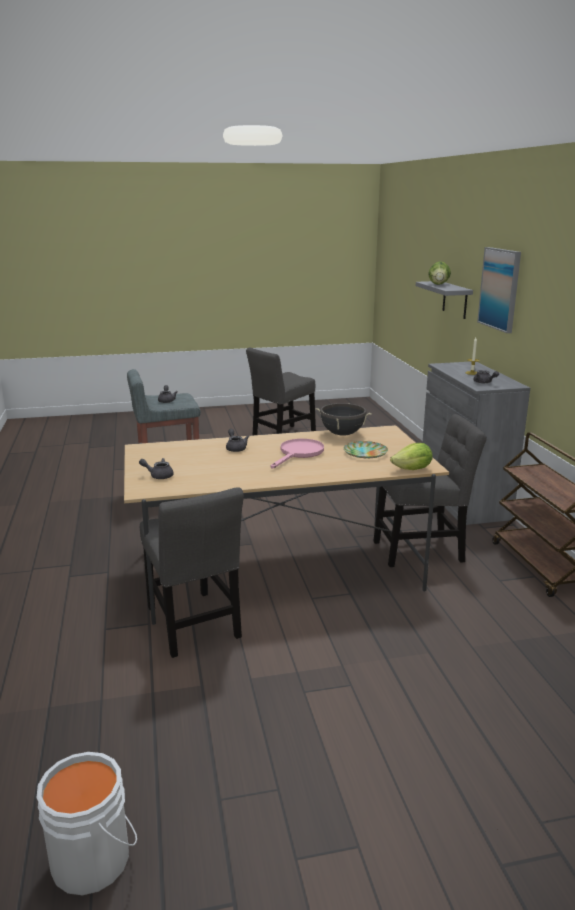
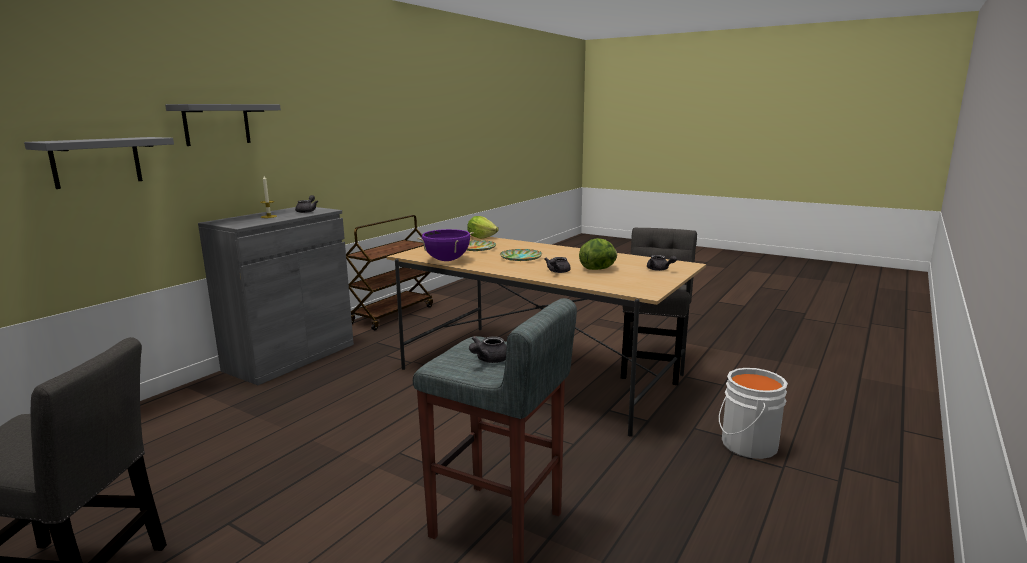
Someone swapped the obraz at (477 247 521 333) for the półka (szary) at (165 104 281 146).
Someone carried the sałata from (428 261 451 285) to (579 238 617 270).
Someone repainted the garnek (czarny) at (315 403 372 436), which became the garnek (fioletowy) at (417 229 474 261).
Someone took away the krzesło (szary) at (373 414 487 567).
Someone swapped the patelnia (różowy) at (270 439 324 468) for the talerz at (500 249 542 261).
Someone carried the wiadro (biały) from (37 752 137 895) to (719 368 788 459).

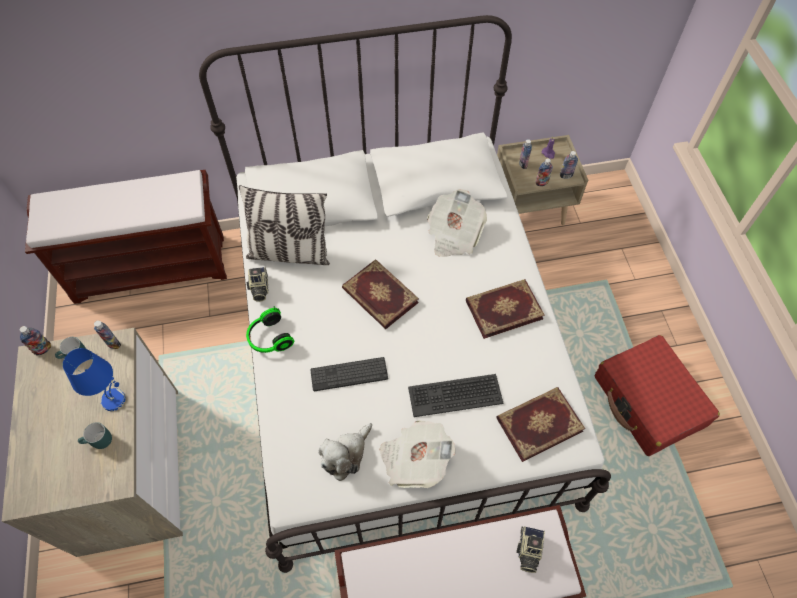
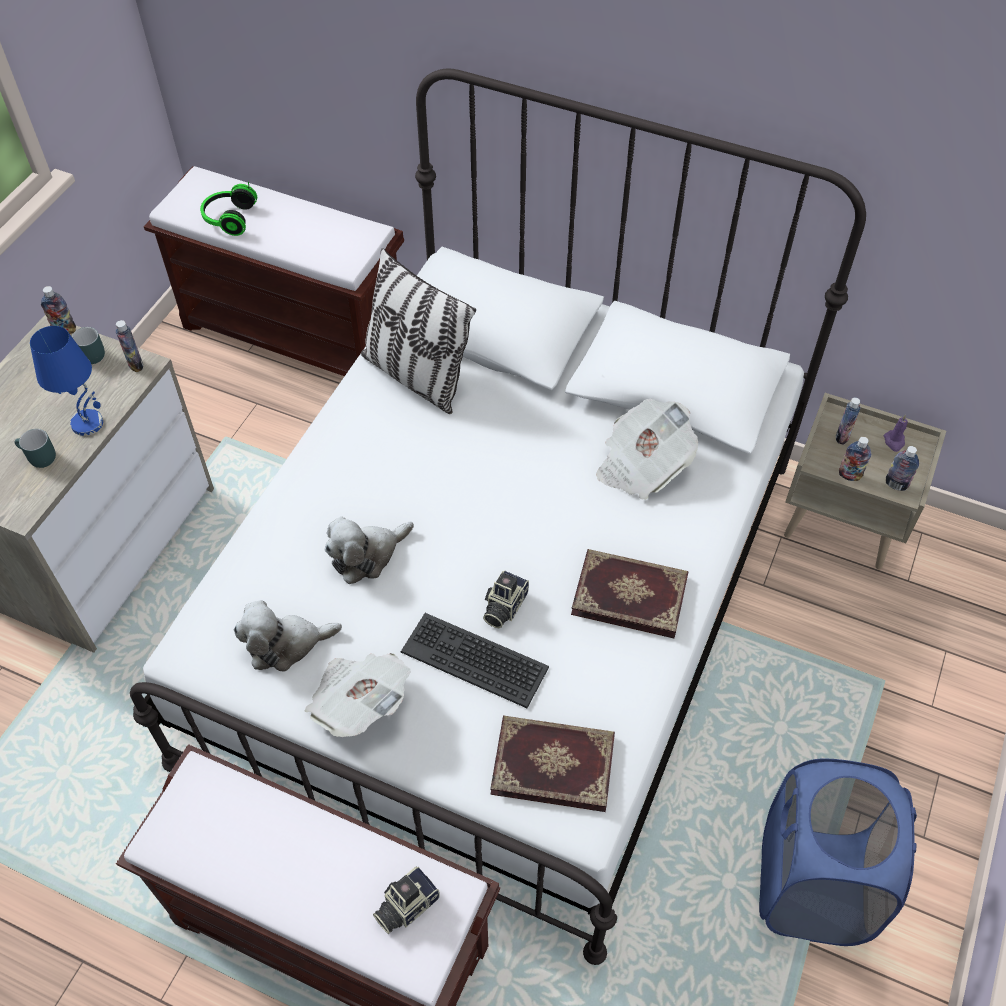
Someone took away the książka at (342 259 419 329).
Someone carried the aparat fotograficzny from (247 267 269 302) to (483 571 529 628).
Someone carried the słuchawki from (246 306 294 353) to (200 182 257 236).
Someone swapped the walizka (czerwony) at (595 335 720 456) for the kosz na pranie (niebieski) at (759 759 917 946).
Someone swapped the klawiatura at (310 357 388 391) for the pluszak at (325 517 414 584).

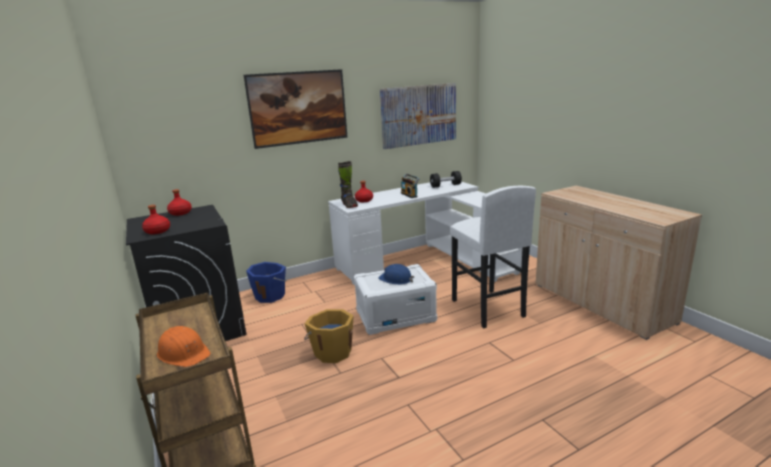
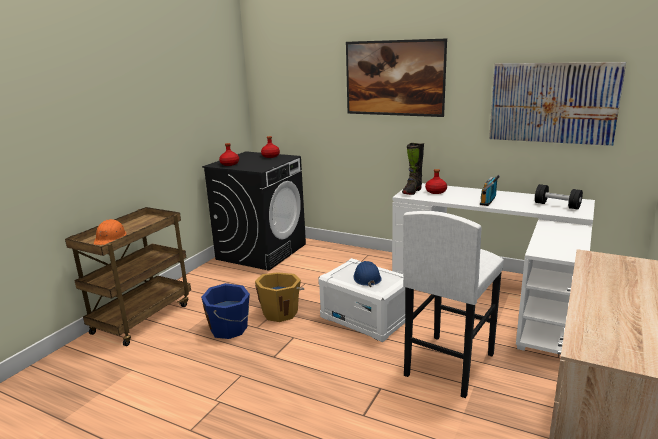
Someone carried the wiadro (niebieski) from (246 262 286 303) to (201 283 250 339).

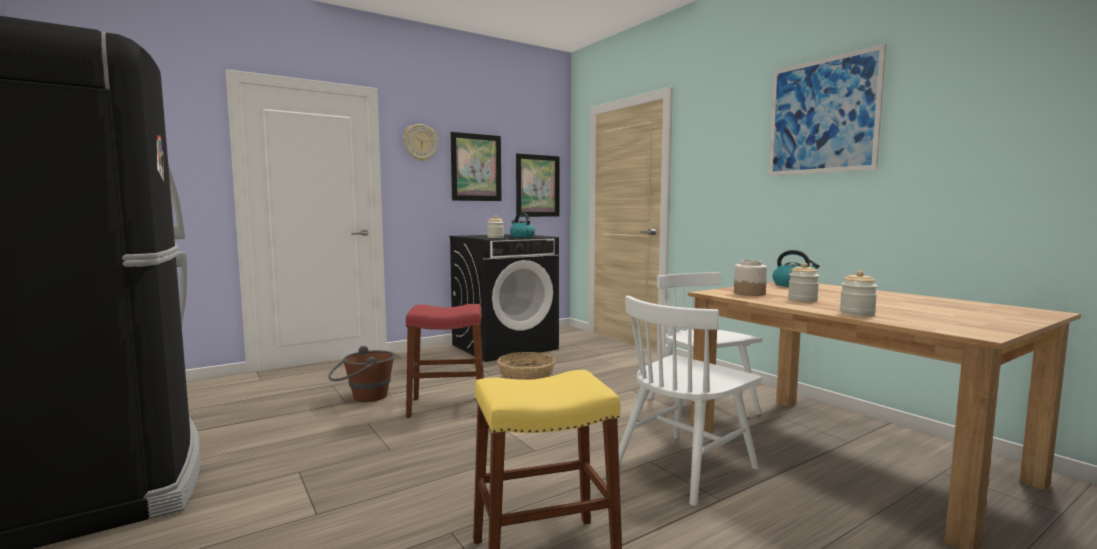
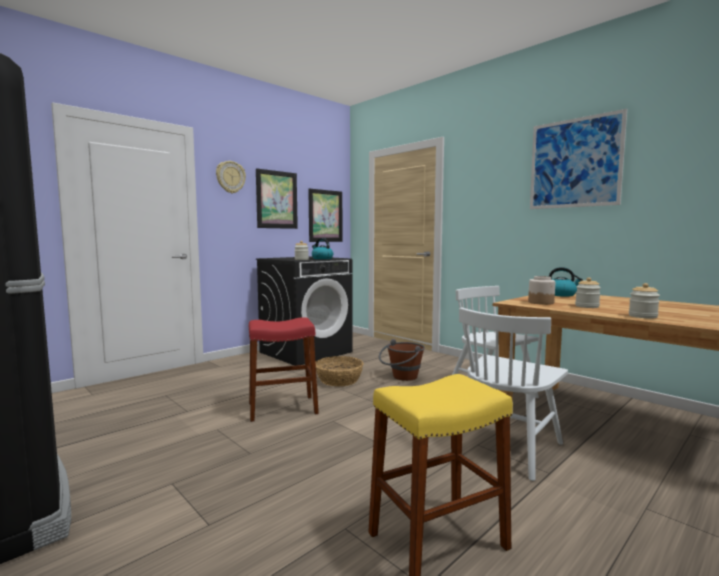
Someone carried the wiadro (brązowy) from (328 346 395 402) to (379 339 425 381).

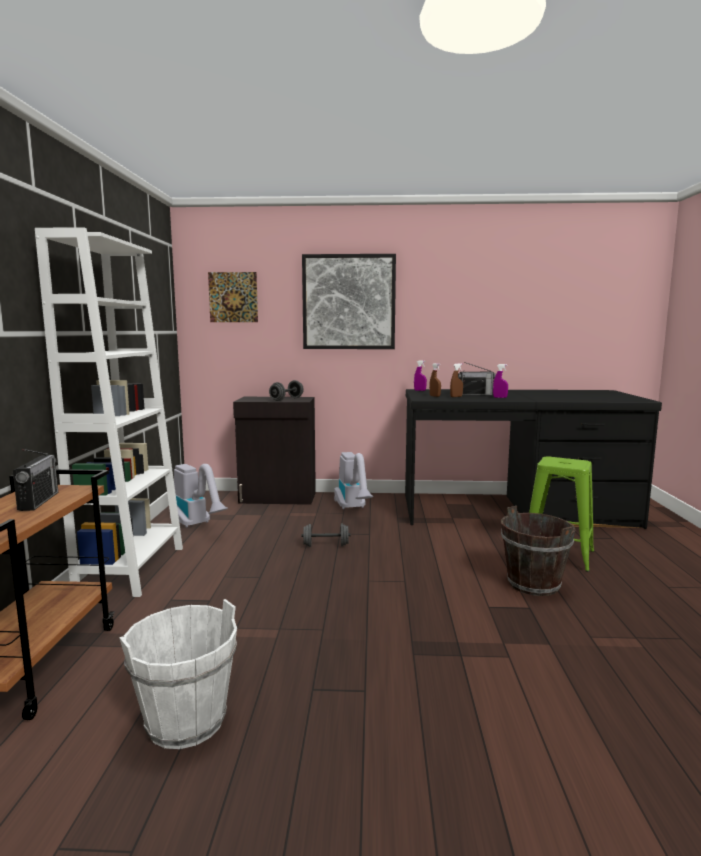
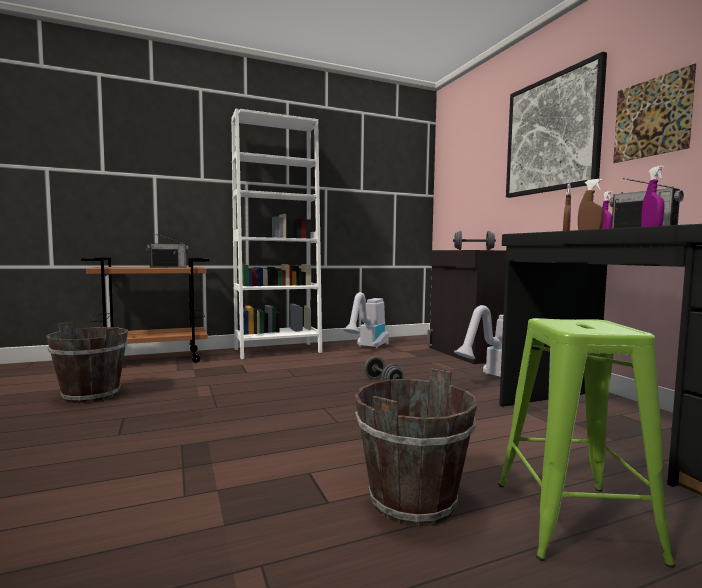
Someone carried the obraz from (208 272 258 322) to (613 63 696 163).
Someone repainted the wiadro (biały) at (119 599 237 749), which became the wiadro (brązowy) at (46 322 128 403).

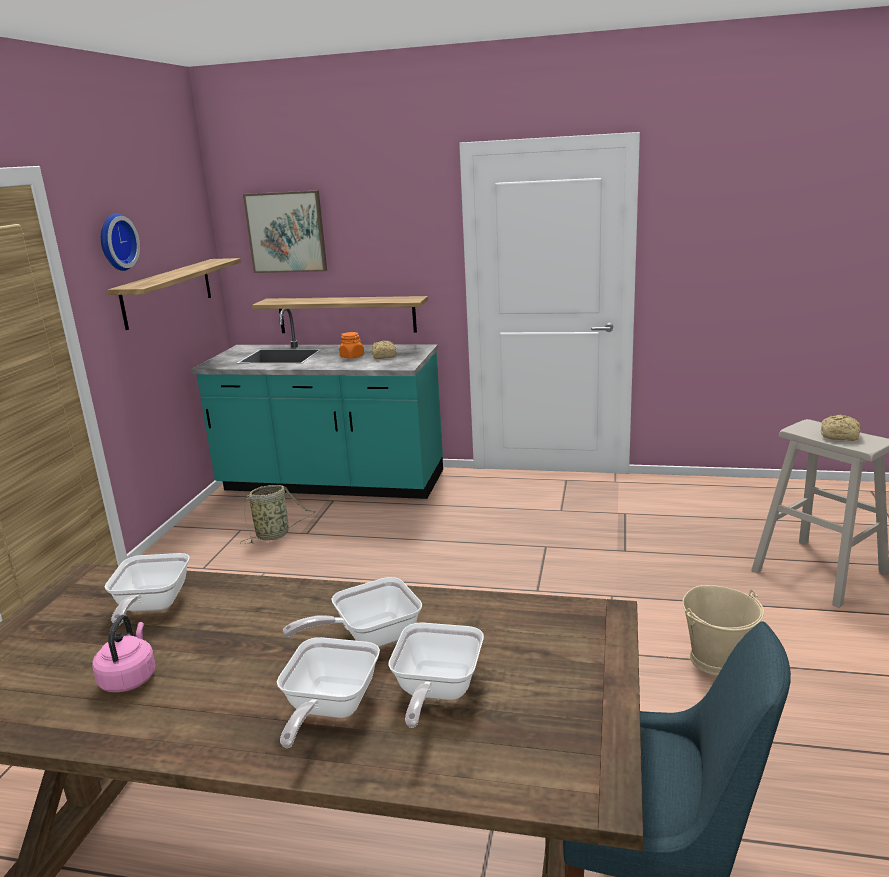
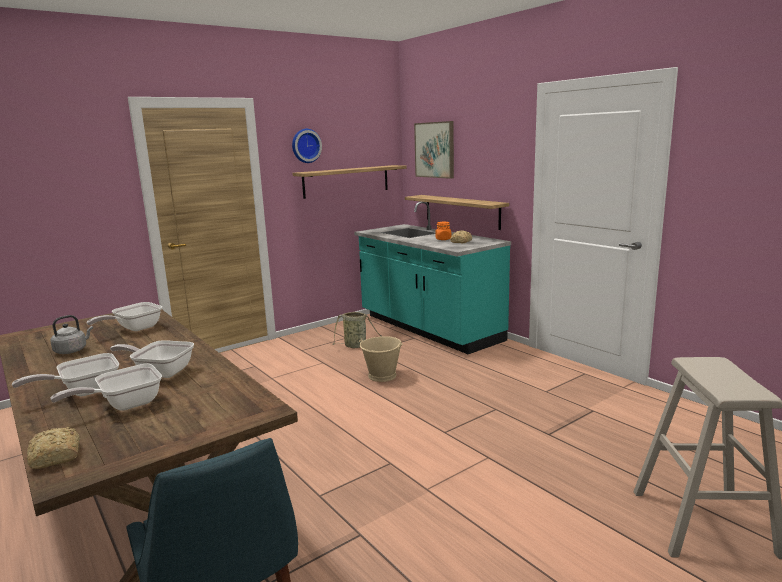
Someone carried the chleb from (821 414 861 441) to (27 427 80 469).
Someone carried the wiadro (beżowy) from (682 585 764 676) to (359 336 403 382).
Someone repainted the czajnik (różowy) at (92 615 156 693), which became the czajnik (szary) at (50 315 93 354).

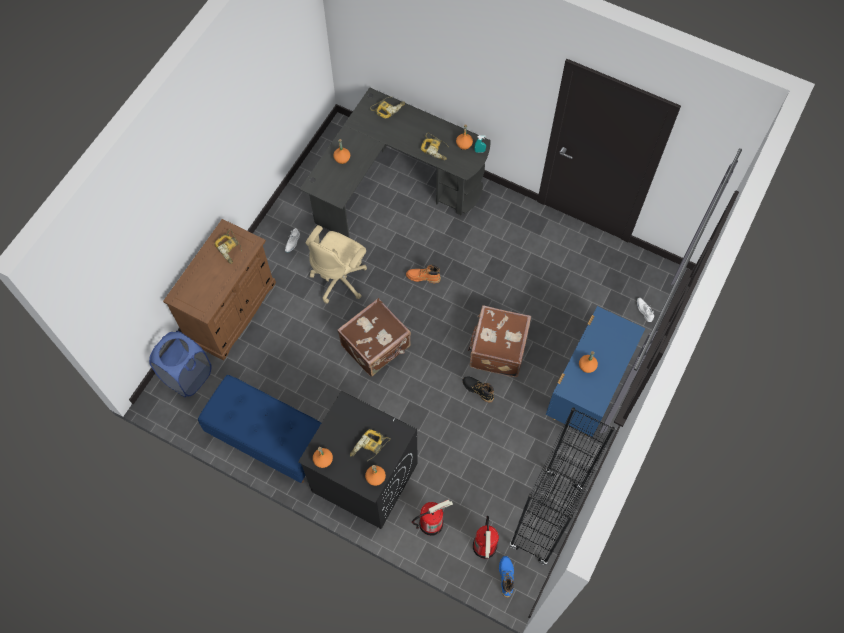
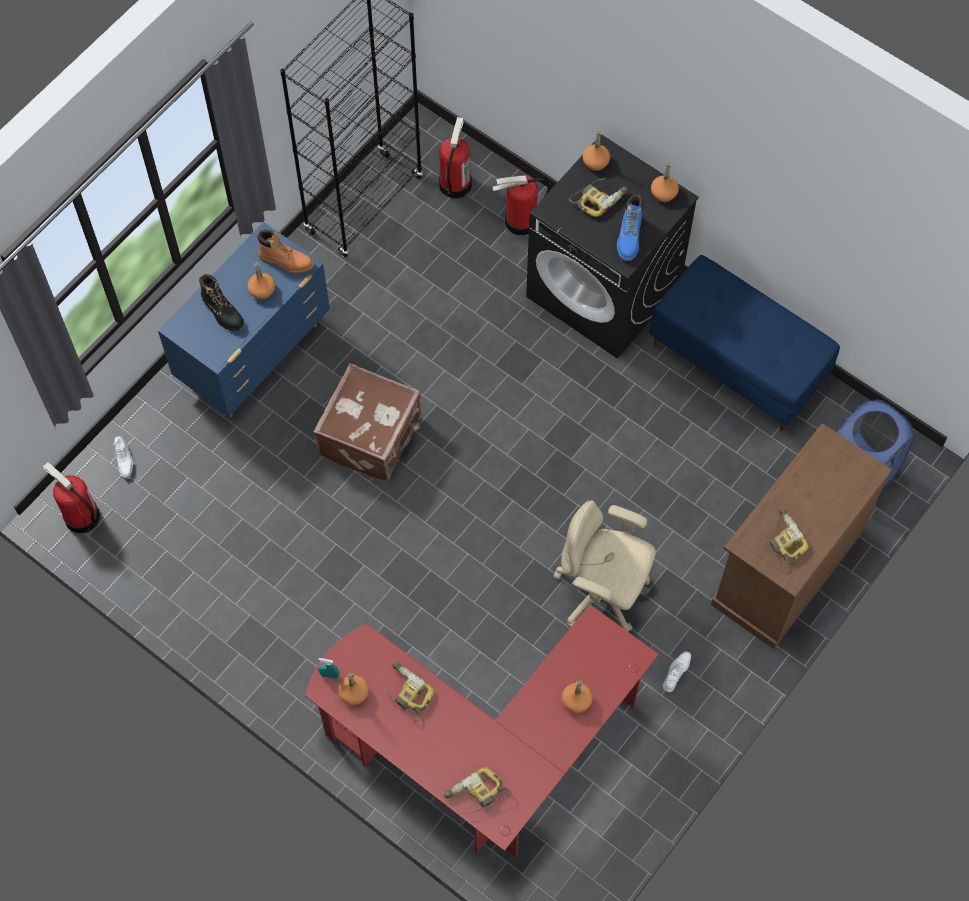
Someone repainted the biurko (czarny) at (300 87 490 238), which became the biurko (czerwony) at (305 604 659 857).
Someone rotated the krzesło biurowe (beżowy) at (306 225 367 304) by 105 degrees counterclockwise.
Someone carried the but z cholewką (pomarańczowy) from (406 265 441 283) to (257 230 314 274).
Someone took away the walizka (brązowy) at (337 298 411 377).
Someone carried the but z cholewką (czarny) from (462 376 494 403) to (199 274 244 331).
Someone carried the but z cholewką (niebieski) from (499 556 514 598) to (617 195 643 261).
Someone put down the gaśnica at (43 462 100 533).

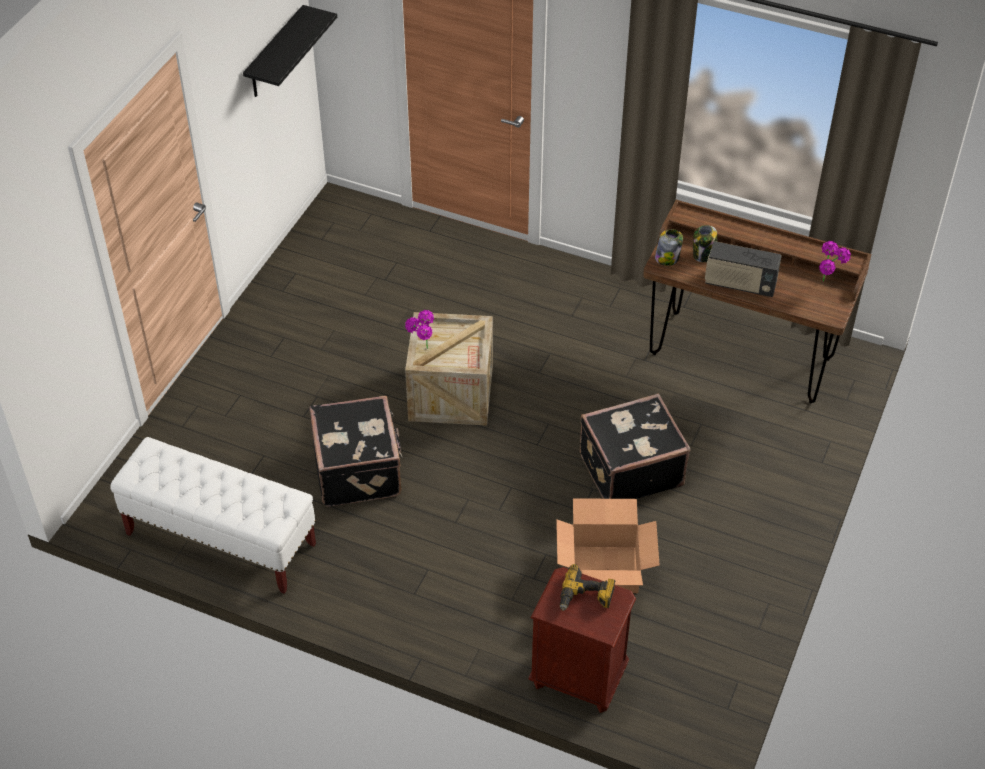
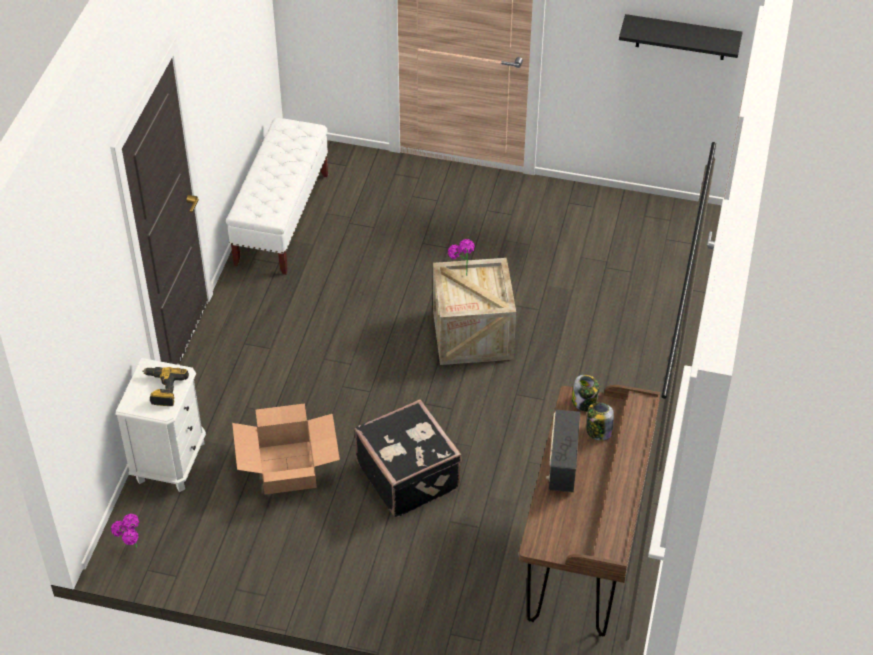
Someone carried the roślina doniczkowa from (819 241 851 281) to (111 514 139 548).
Someone took away the walizka (czarny) at (309 396 402 507).
Someone repainted the szafka nocna (brązowy) at (529 567 636 713), which became the szafka nocna (biały) at (115 358 206 492).

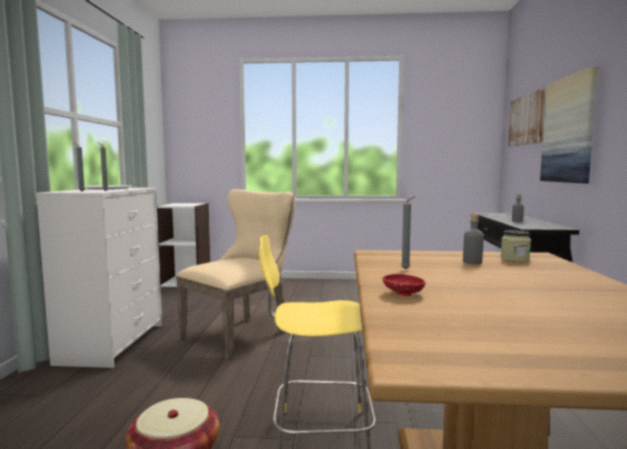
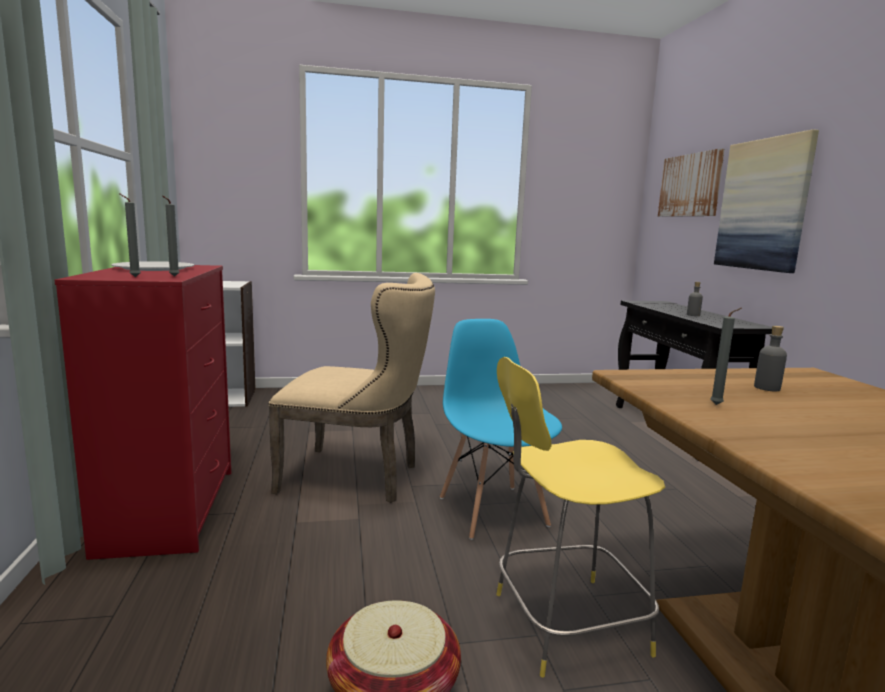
Someone repainted the komoda (biały) at (35 188 162 368), which became the komoda (czerwony) at (55 265 231 560).
Someone rotated the krzesło (beżowy) at (176 189 295 360) by 75 degrees clockwise.
Someone took away the słoik at (500 230 531 262).
Someone took away the miska (czerwony) at (382 274 426 296).
Someone put down the krzesło (niebieski) at (440 319 562 540).

